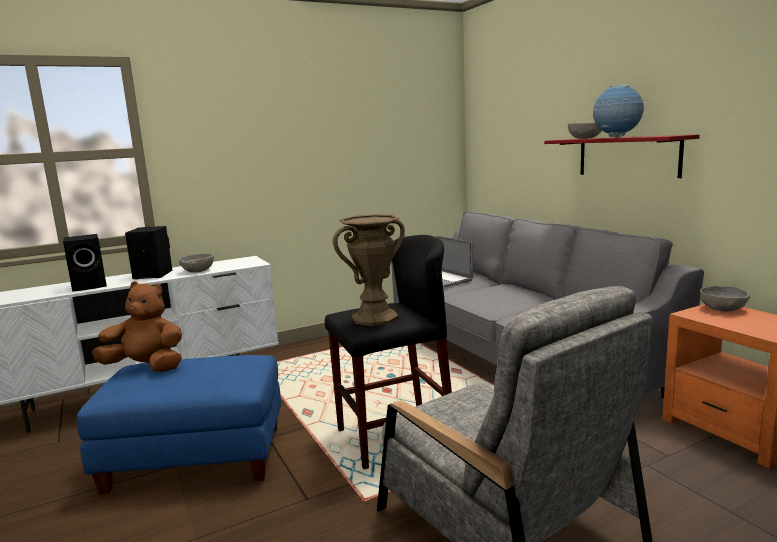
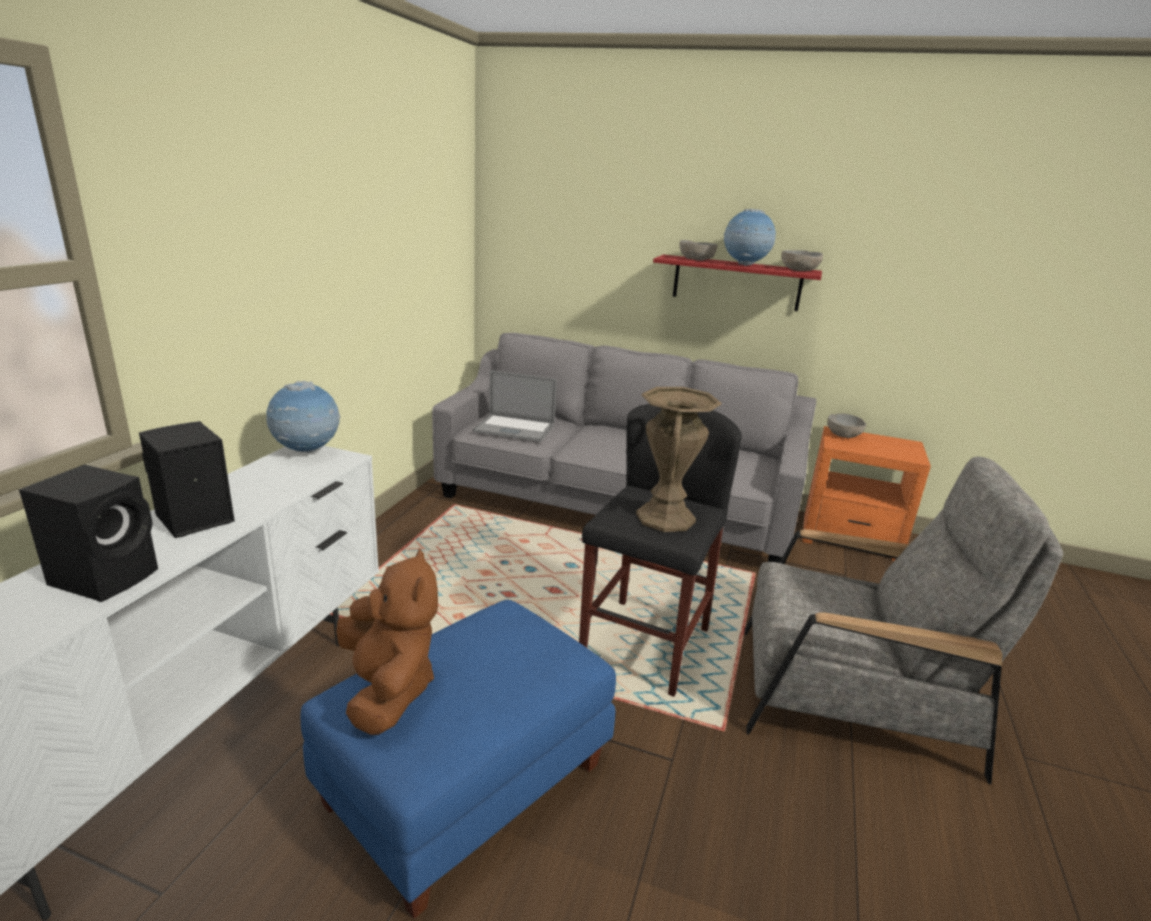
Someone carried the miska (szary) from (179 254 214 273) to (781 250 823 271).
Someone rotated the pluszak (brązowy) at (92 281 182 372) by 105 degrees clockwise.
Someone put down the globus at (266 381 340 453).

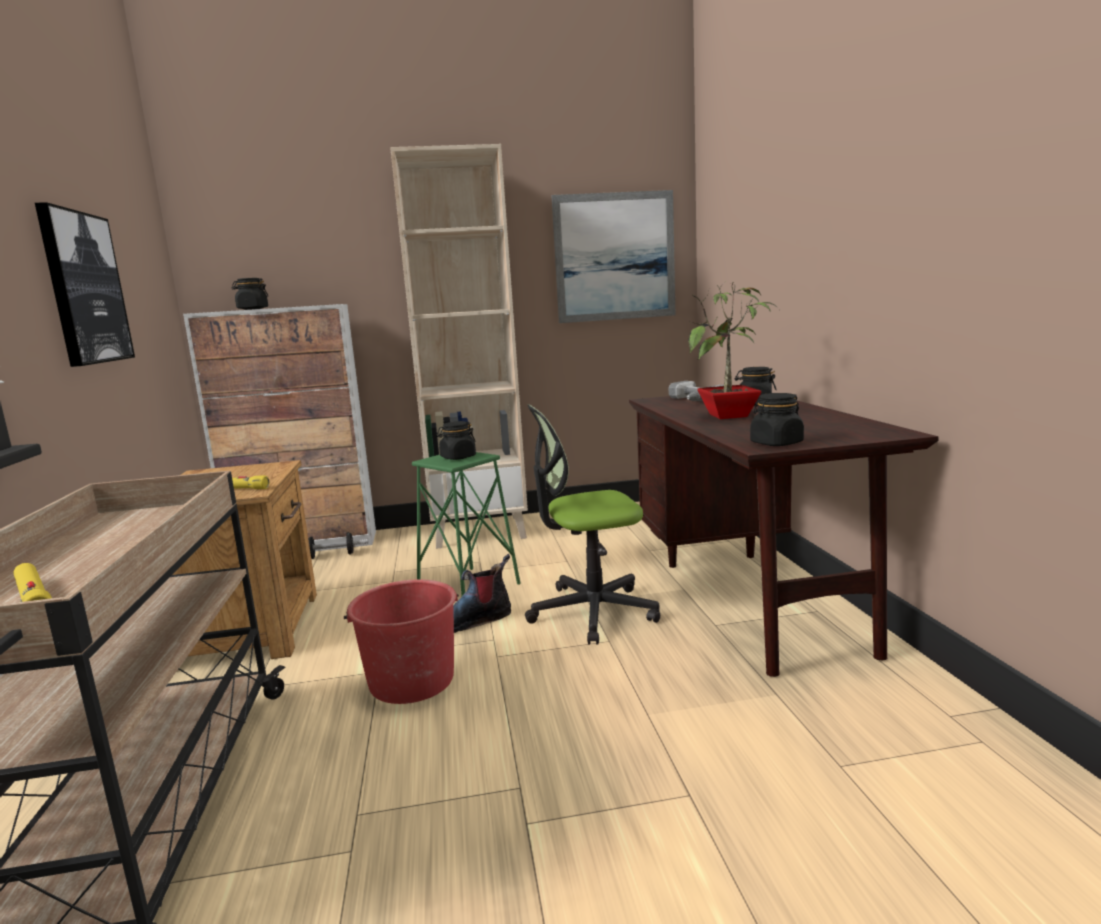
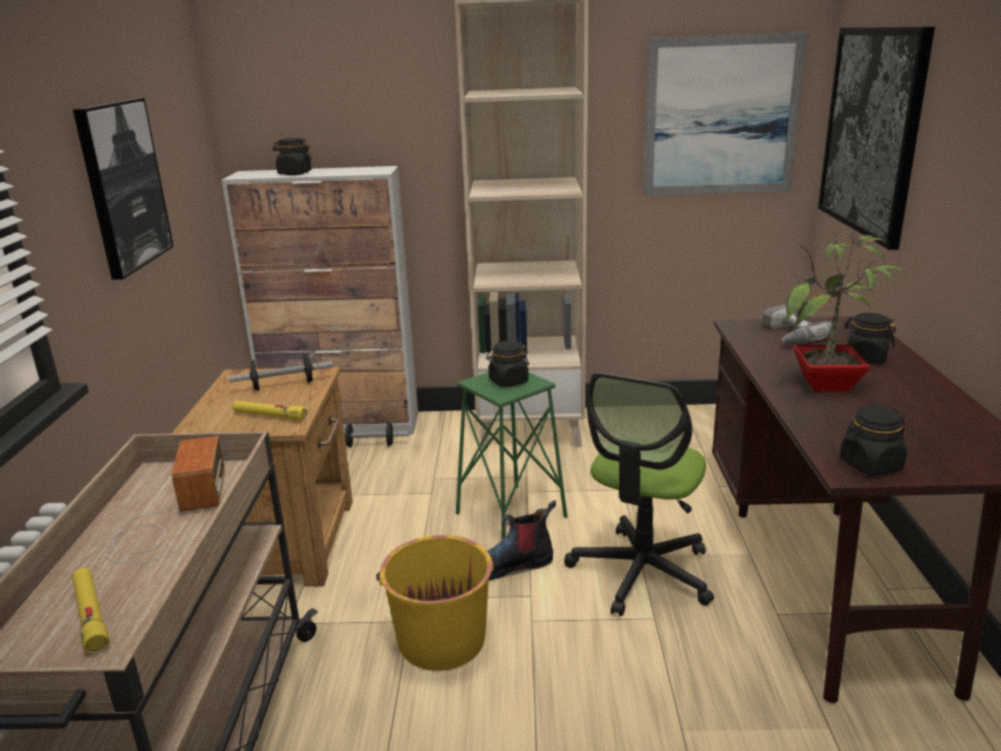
Someone rotated the krzesło biurowe at (525 404 660 645) by 60 degrees counterclockwise.
Someone repainted the wiadro (czerwony) at (344 579 459 704), which became the wiadro (żółty) at (376 535 495 671).
Someone put up the obraz at (818 27 935 250).
Someone put down the hantel at (229 353 333 391).
Someone put down the radio at (104 436 225 564).

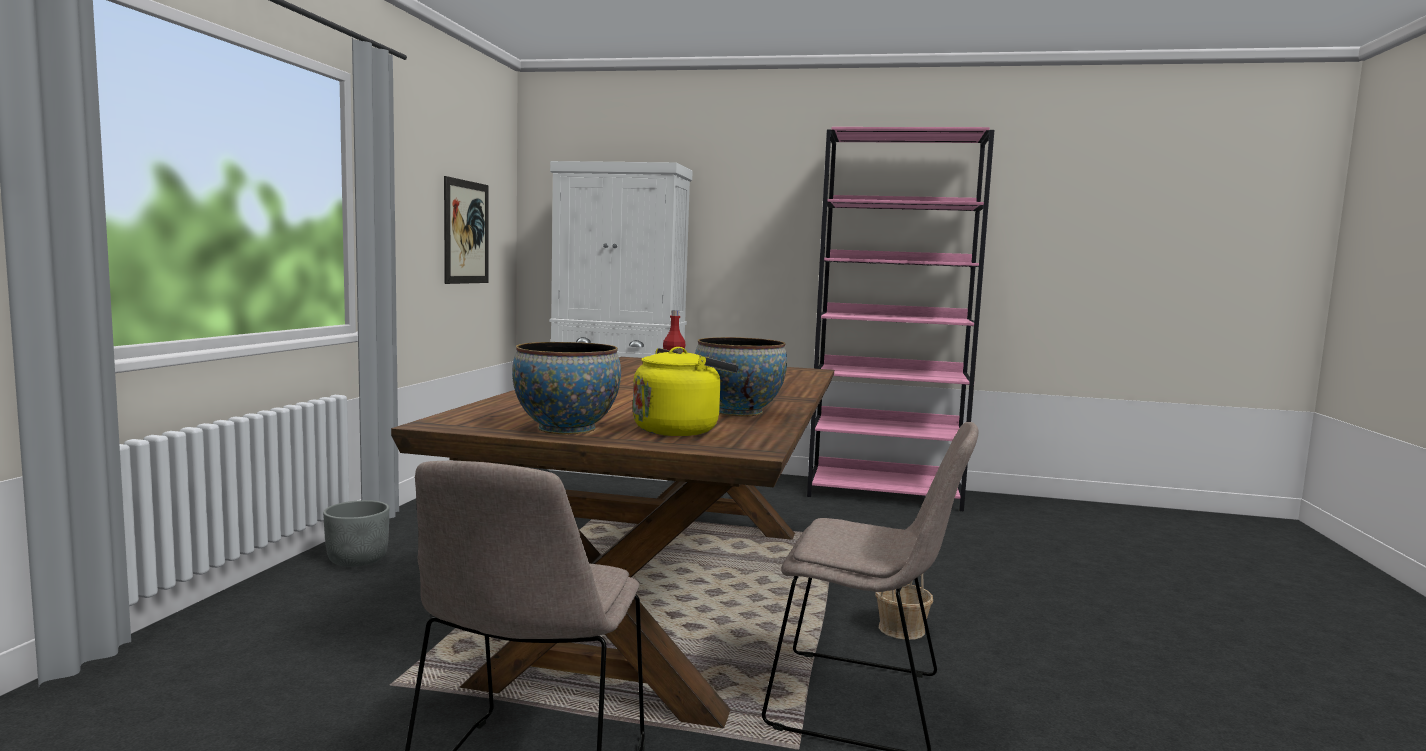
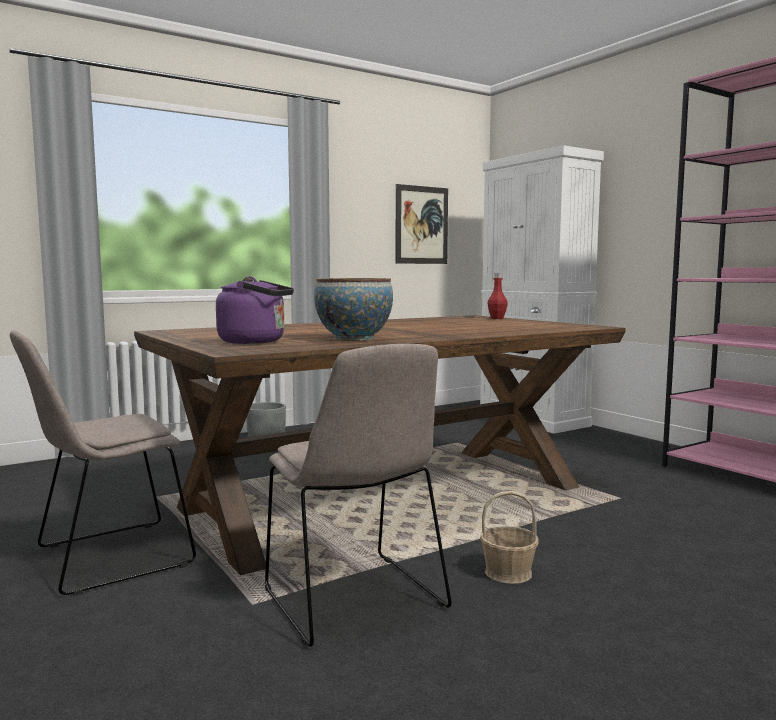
Someone took away the miska at (512 342 621 434).
Someone repainted the czajnik (żółty) at (633 347 738 436), which became the czajnik (fioletowy) at (216 276 294 344).

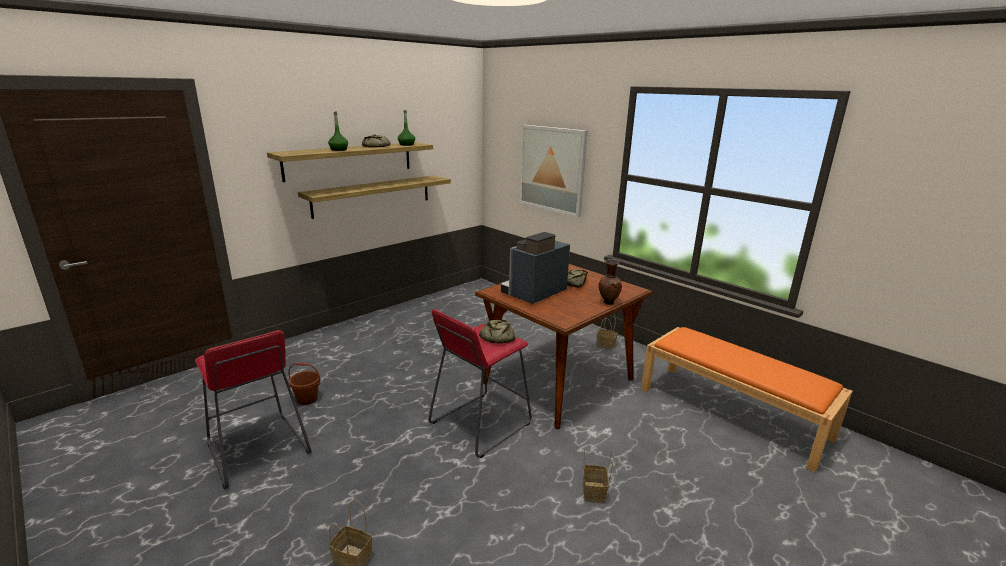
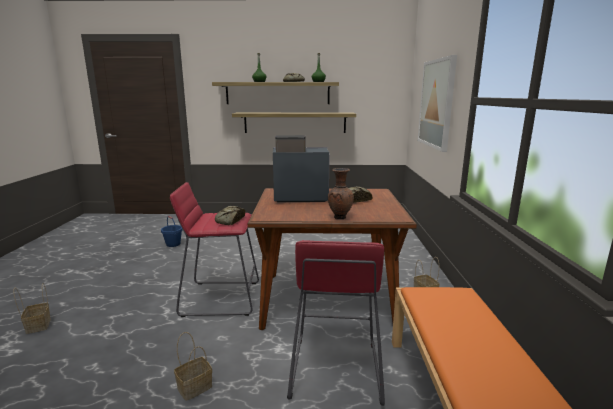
Someone carried the stołek (czerwony) from (195 330 312 489) to (287 240 385 406).
Someone repainted the wiadro (brązowy) at (288 363 320 405), which became the wiadro (niebieski) at (161 216 183 247).

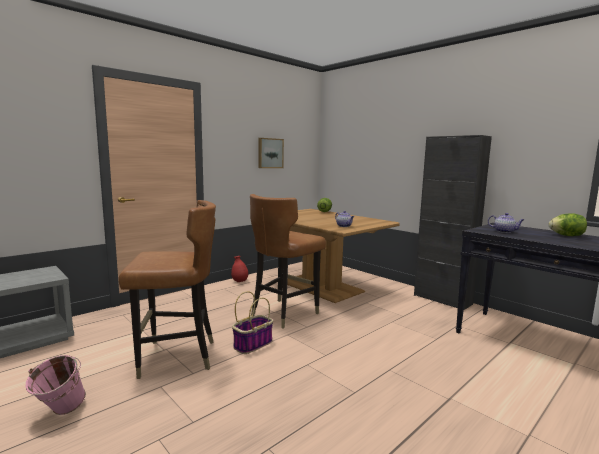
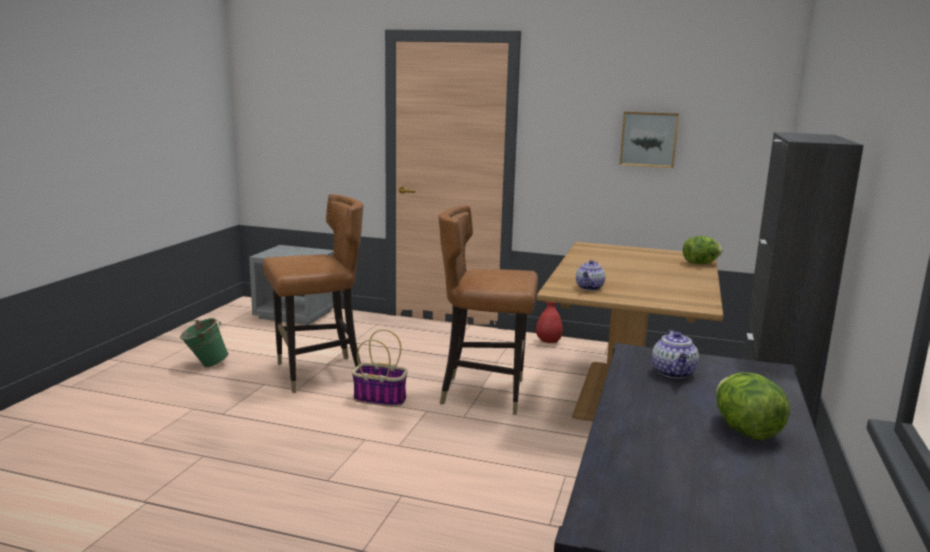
Someone rotated the krzesło (brązowy) at (119 200 216 379) by 75 degrees counterclockwise.
Someone repainted the wiadro (różowy) at (26 355 86 415), which became the wiadro (zielony) at (180 318 229 367).

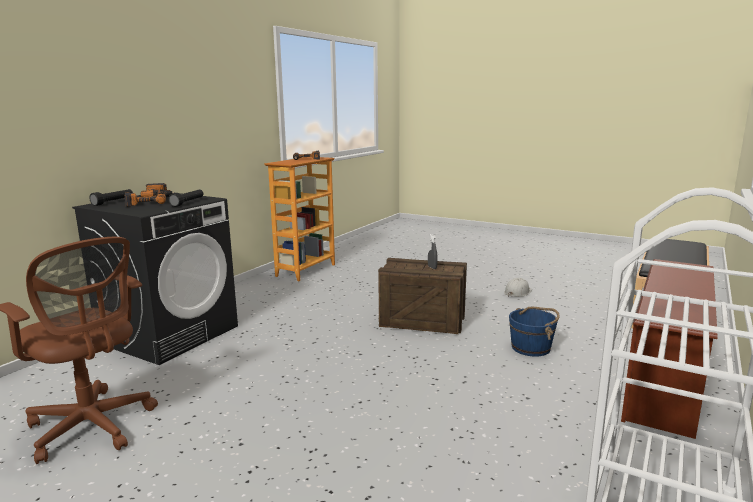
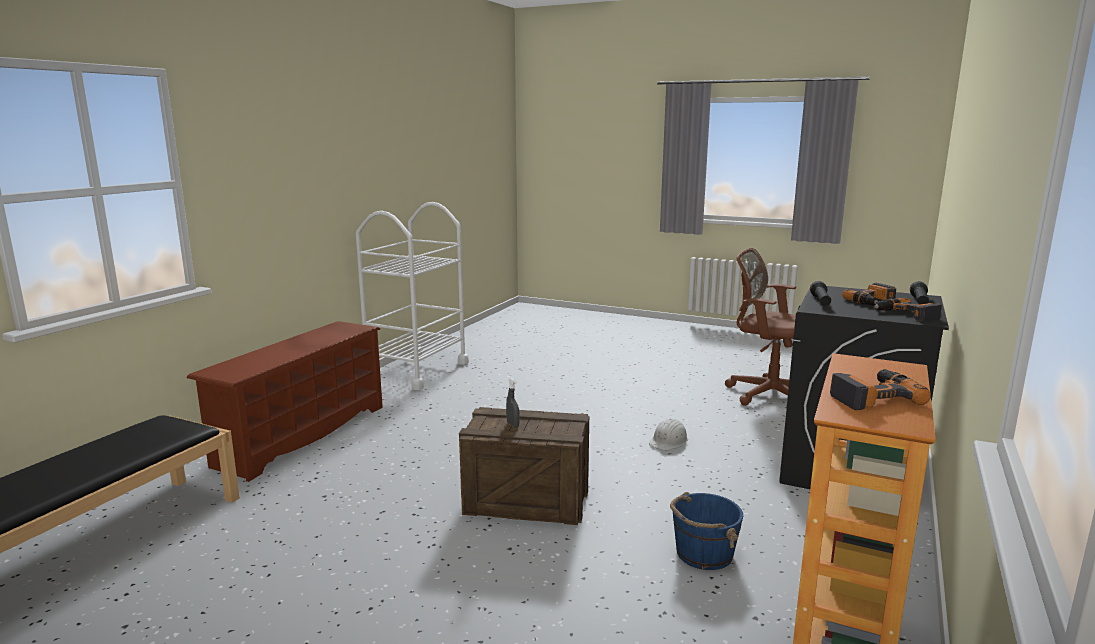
Someone carried the kask (biały) from (504 278 532 297) to (649 419 688 451).
Someone carried the wiadro (niebieski) from (509 307 560 357) to (670 492 743 570).

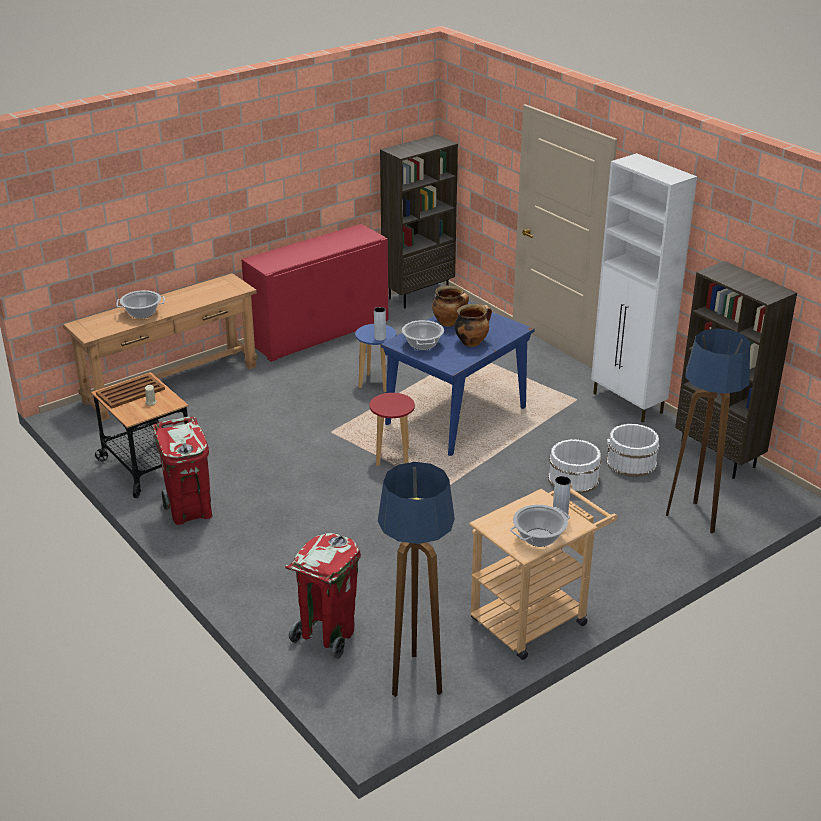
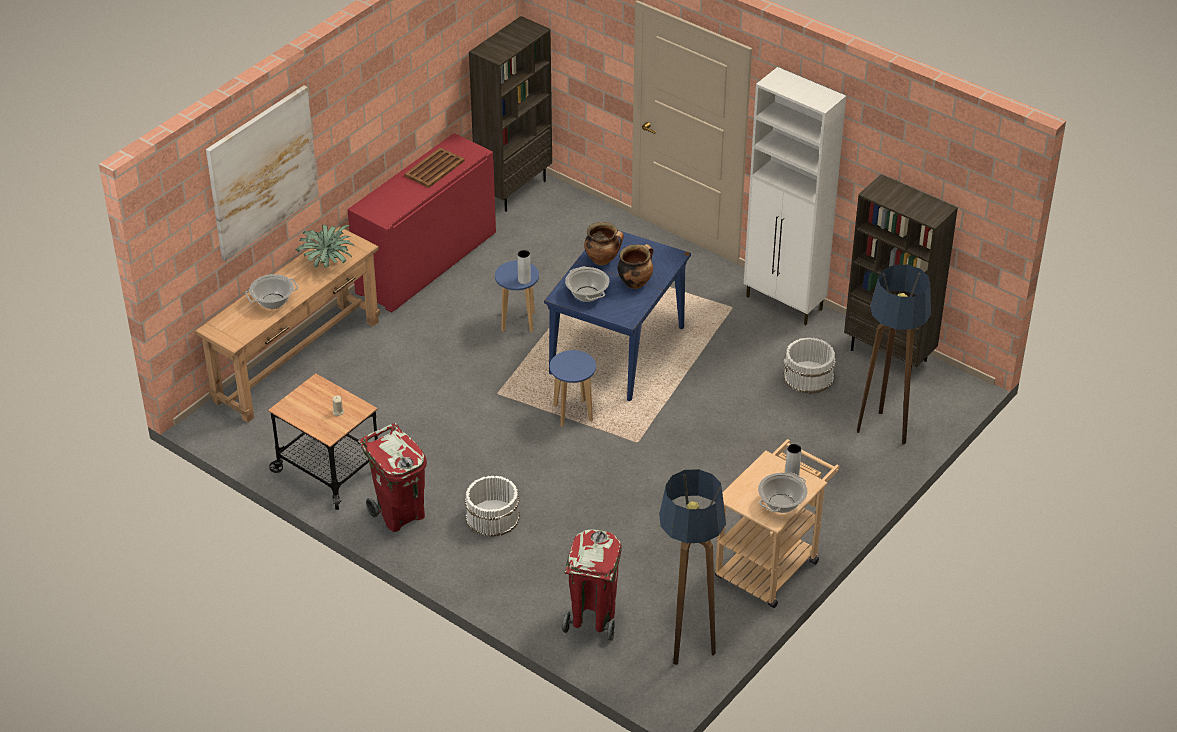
Someone carried the taca (brązowy) from (96 374 165 409) to (404 147 465 188).
Someone repainted the stołek (czerwony) at (370 393 415 466), which became the stołek (niebieski) at (550 350 596 427).
Someone carried the wiadro (biały) from (548 439 601 494) to (465 476 520 537).
Someone put up the obraz at (206 85 319 262).
Someone put down the roślina doniczkowa at (295 224 354 268).

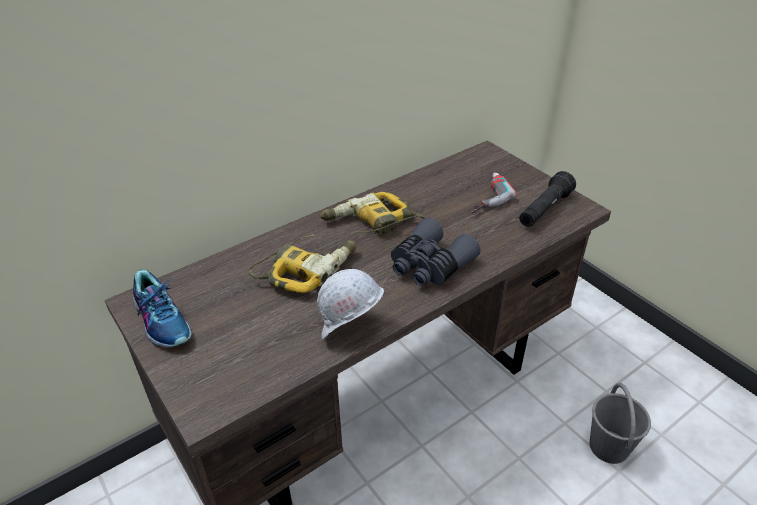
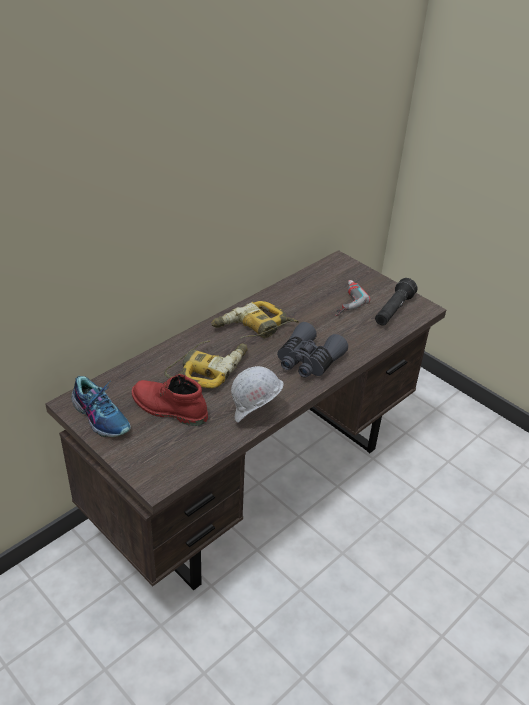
Someone took away the wiadro (szary) at (590 383 651 464).
Someone put down the but z cholewką (czerwony) at (132 374 208 426).

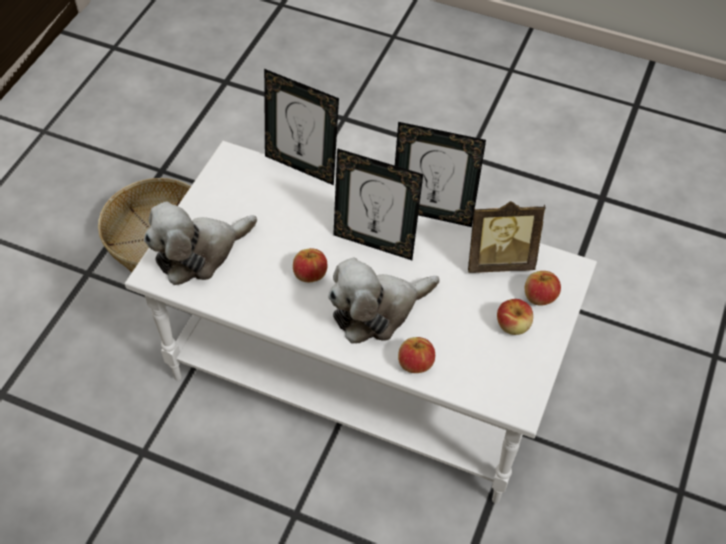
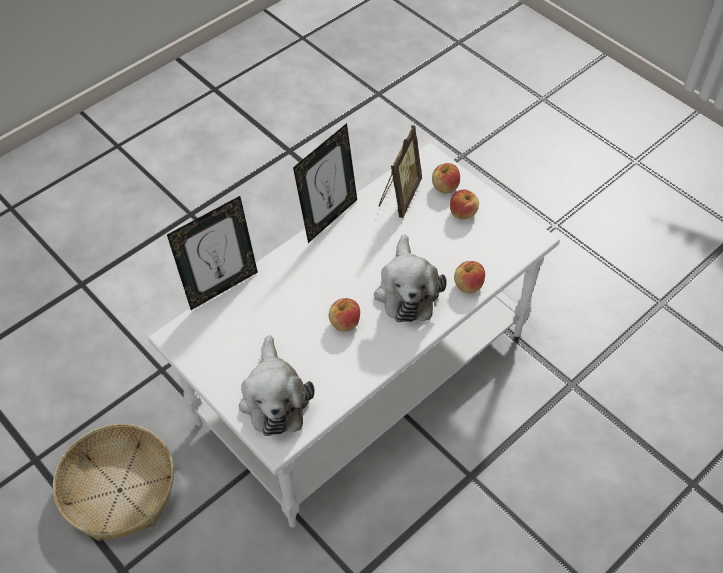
Someone took away the ramka na zdjęcie at (333 148 423 260).

